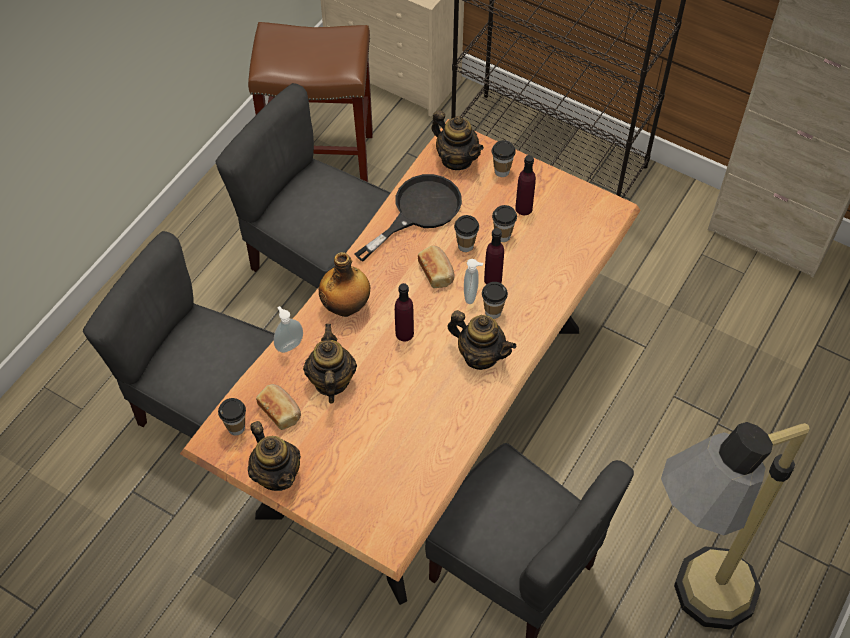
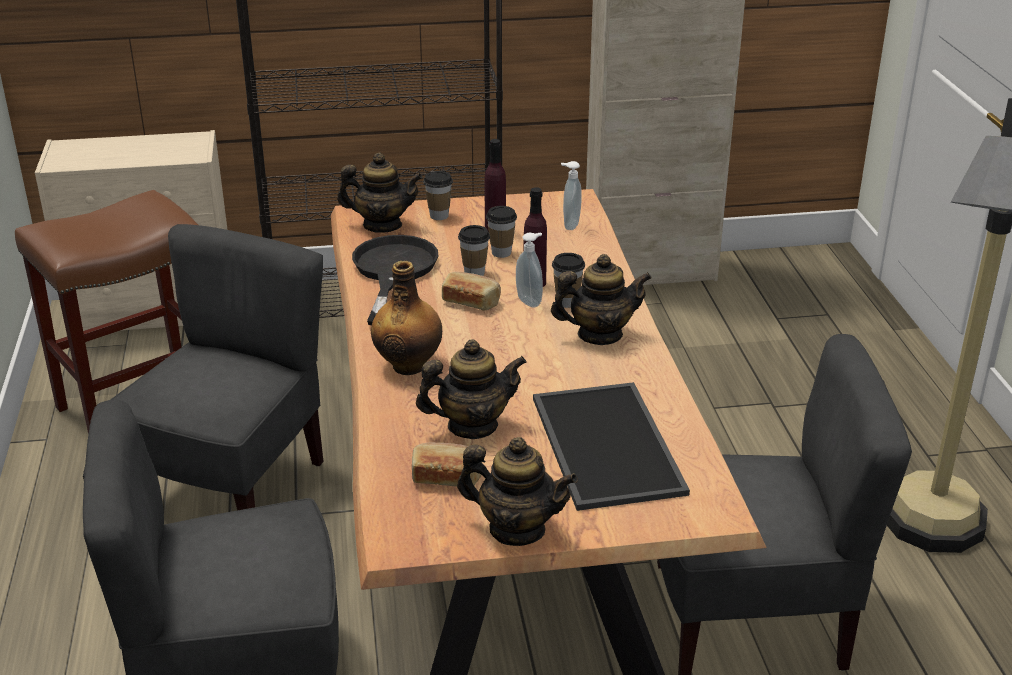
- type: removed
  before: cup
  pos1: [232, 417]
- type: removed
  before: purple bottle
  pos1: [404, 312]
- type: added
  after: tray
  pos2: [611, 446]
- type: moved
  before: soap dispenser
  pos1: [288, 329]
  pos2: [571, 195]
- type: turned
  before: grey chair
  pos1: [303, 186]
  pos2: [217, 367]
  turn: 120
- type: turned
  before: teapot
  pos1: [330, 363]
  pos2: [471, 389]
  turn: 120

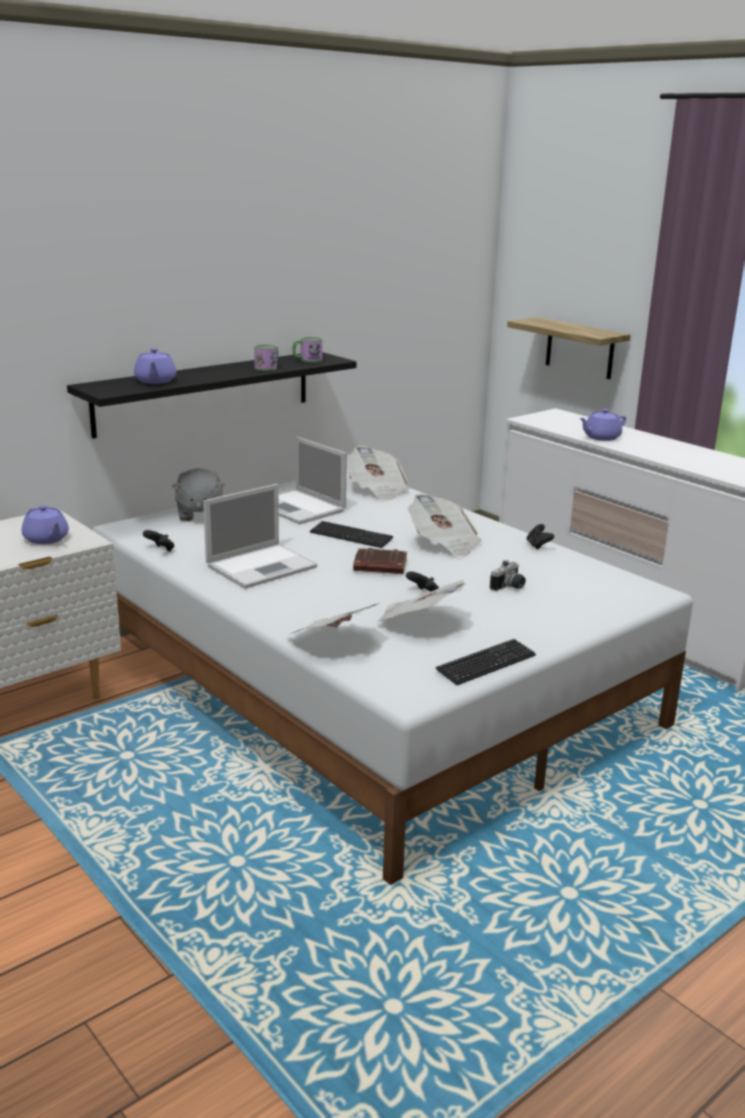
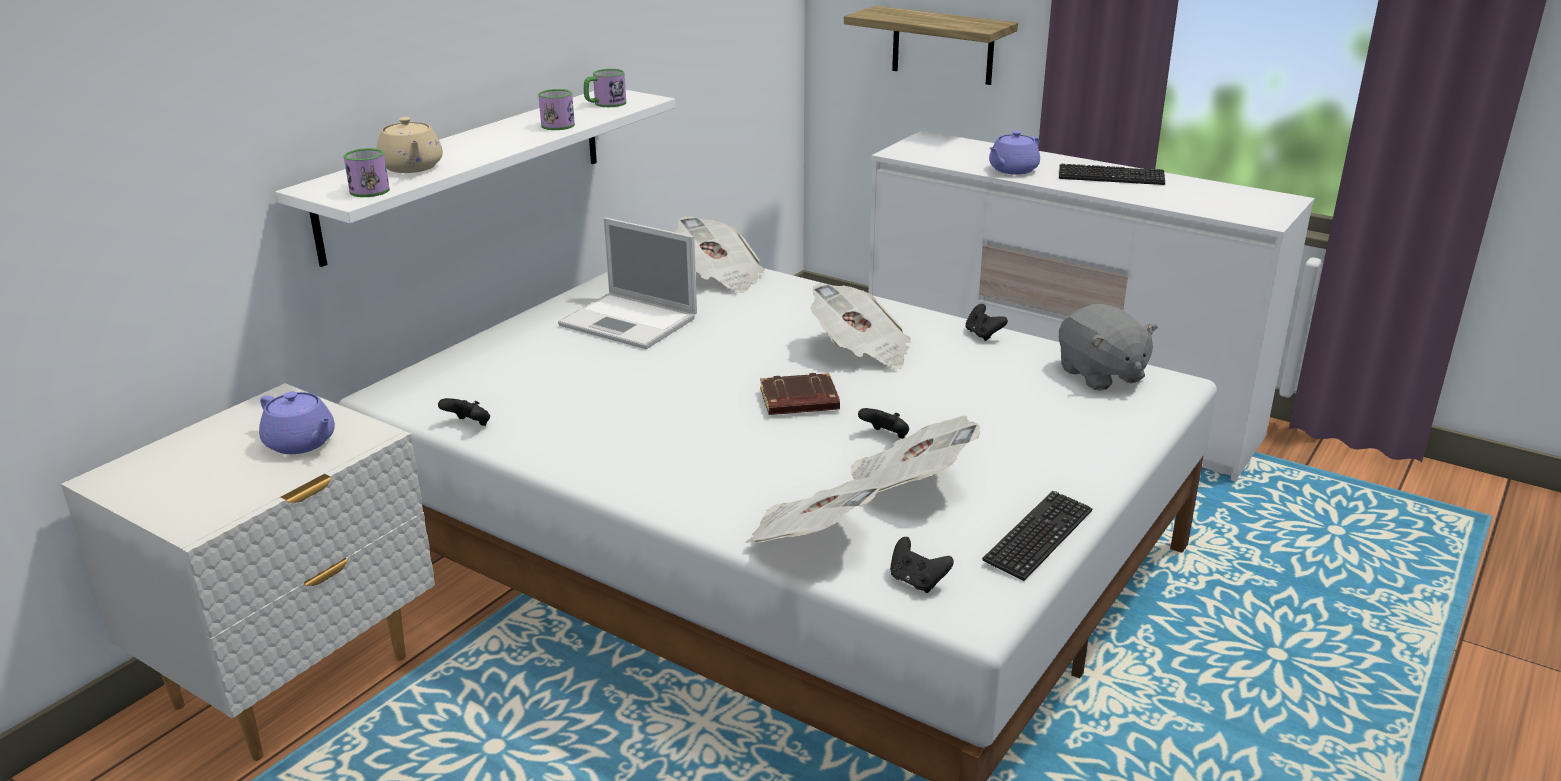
- type: removed
  before: laptop
  pos1: [260, 536]
- type: removed
  before: photo camera
  pos1: [508, 575]
- type: added
  after: mug
  pos2: [367, 172]
- type: added
  after: black game controller
  pos2: [922, 565]
- type: moved
  before: grey plush toy
  pos1: [198, 494]
  pos2: [1108, 347]
- type: moved
  before: keyboard
  pos1: [351, 534]
  pos2: [1112, 174]
- type: recoloured
  before: black shelf
  after: white shelf
  pos1: [212, 395]
  pos2: [475, 178]
- type: recoloured
  before: purple teapot
  after: beige teapot
  pos1: [155, 366]
  pos2: [409, 145]

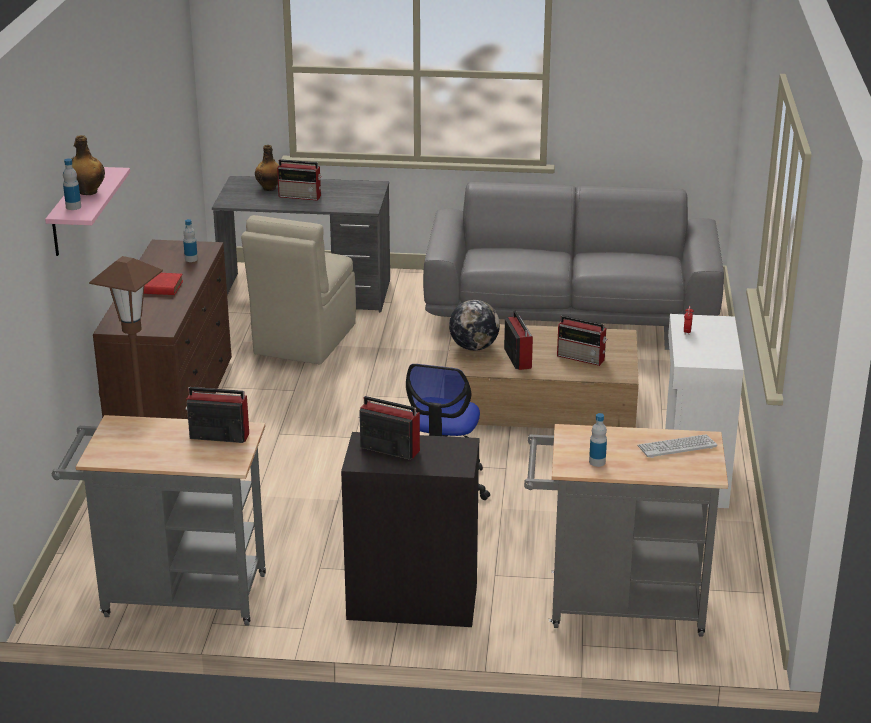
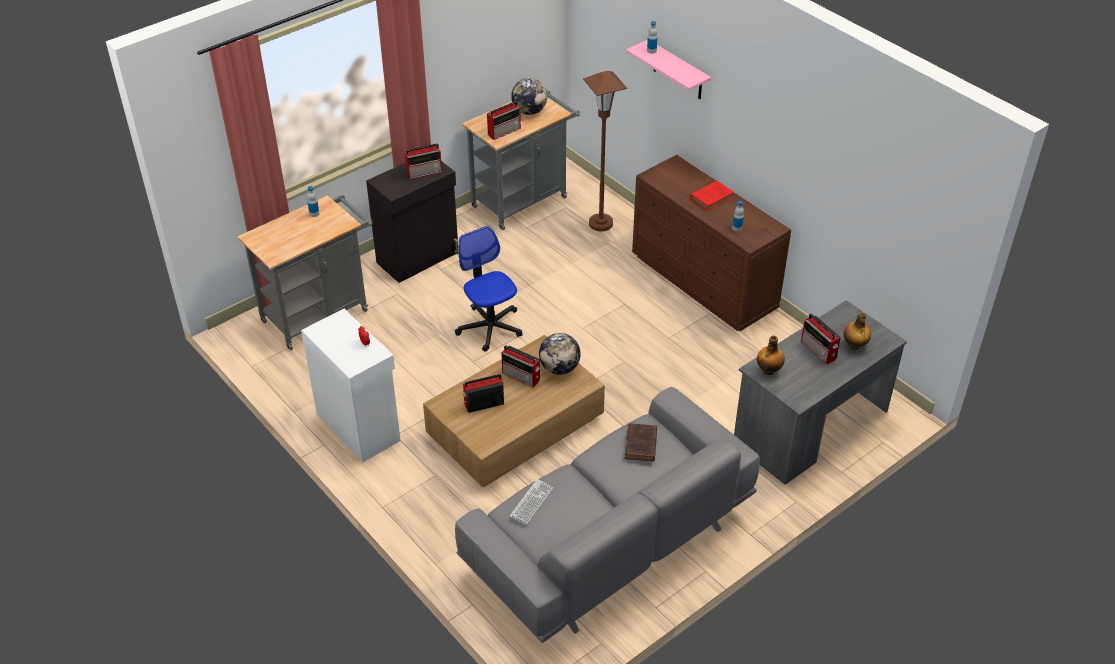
- type: removed
  before: beige chair
  pos1: [298, 290]
- type: added
  after: globe
  pos2: [529, 96]
- type: added
  after: brown book
  pos2: [641, 442]
- type: moved
  before: bottle
  pos1: [88, 165]
  pos2: [771, 355]
- type: moved
  before: keyboard
  pos1: [677, 446]
  pos2: [531, 502]
- type: turned
  before: radio
  pos1: [299, 180]
  pos2: [821, 338]
  turn: -90

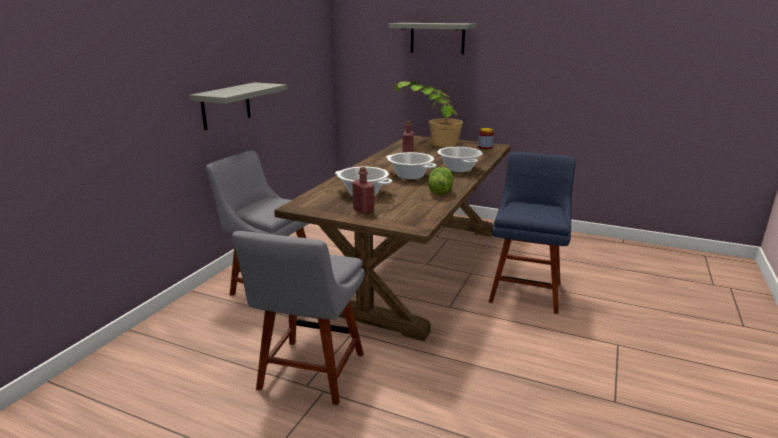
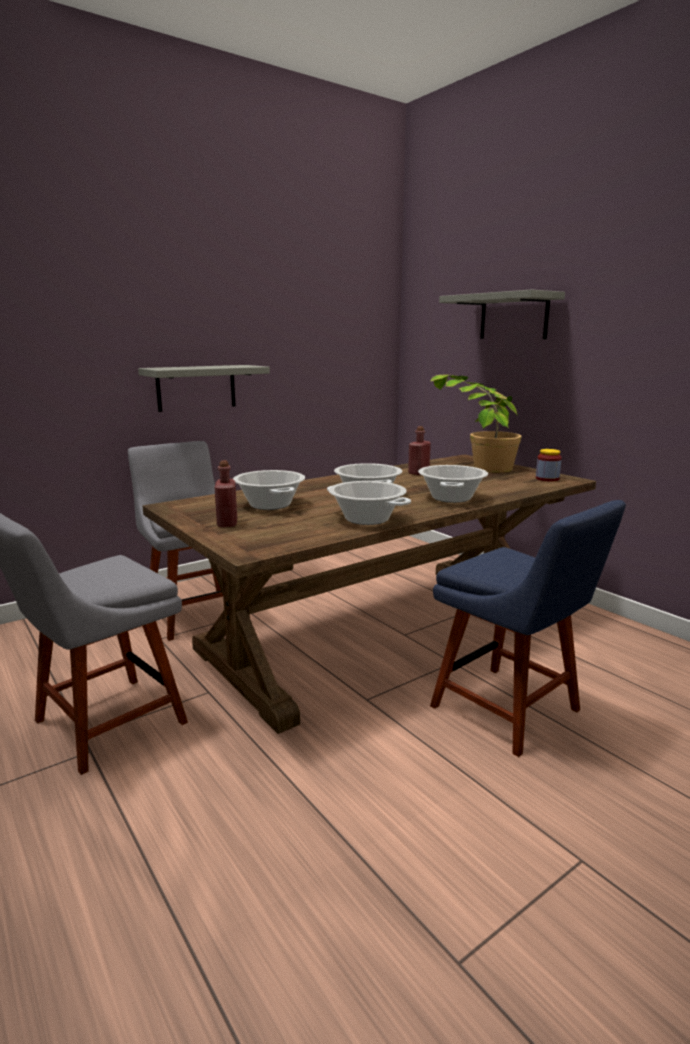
- type: replaced
  before: lettuce
  after: cooking pot
  pos1: [441, 181]
  pos2: [369, 503]
- type: turned
  before: blue chair
  pos1: [532, 233]
  pos2: [528, 628]
  turn: 90

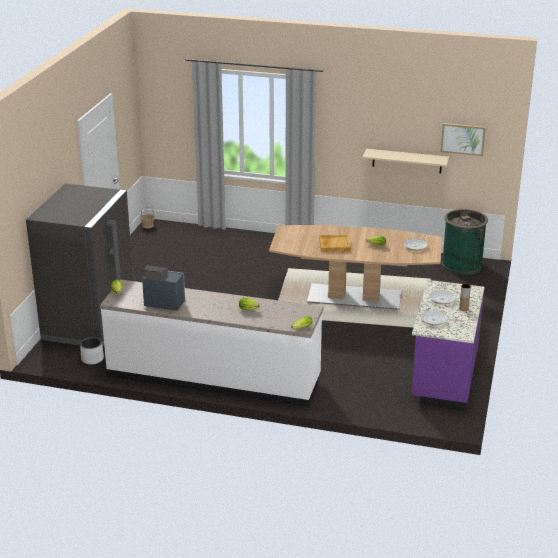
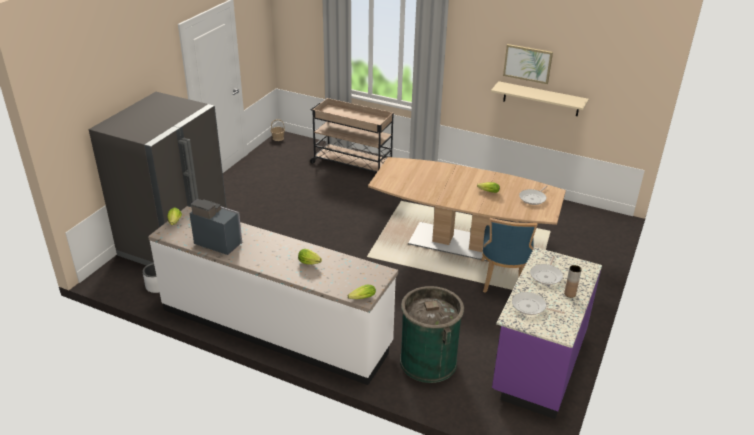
- type: removed
  before: beige tray
  pos1: [335, 243]
- type: added
  after: beige cart
  pos2: [351, 135]
- type: added
  after: blue chair
  pos2: [509, 255]
- type: moved
  before: picture
  pos1: [463, 139]
  pos2: [528, 64]
- type: moved
  before: green trash can
  pos1: [465, 242]
  pos2: [432, 334]

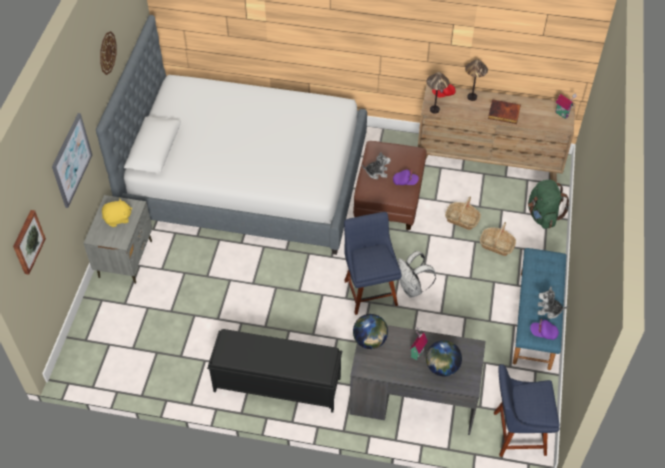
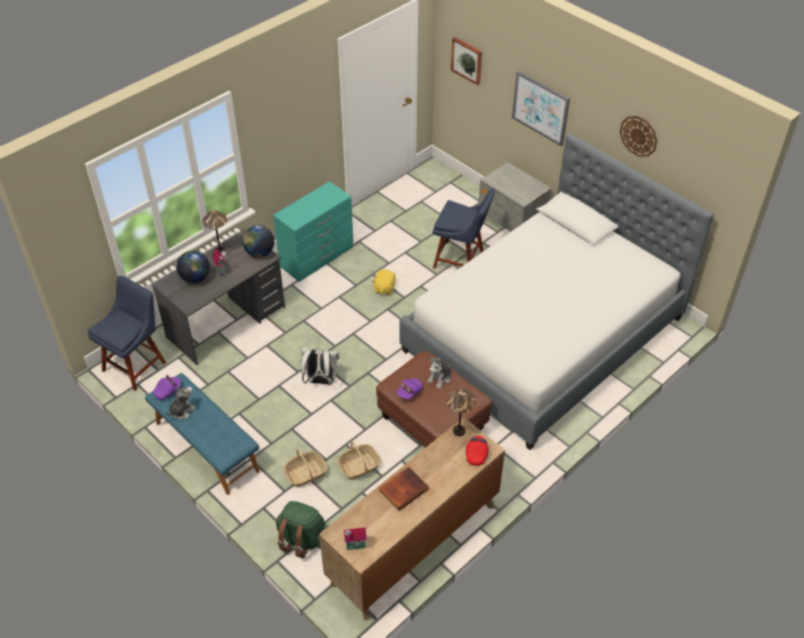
- type: moved
  before: yellow plush toy
  pos1: [117, 212]
  pos2: [384, 282]
- type: moved
  before: blue chair
  pos1: [373, 263]
  pos2: [464, 228]
- type: moved
  before: table lamp
  pos1: [476, 80]
  pos2: [214, 231]
- type: replaced
  before: black bench
  after: turquoise dresser
  pos1: [274, 371]
  pos2: [313, 231]

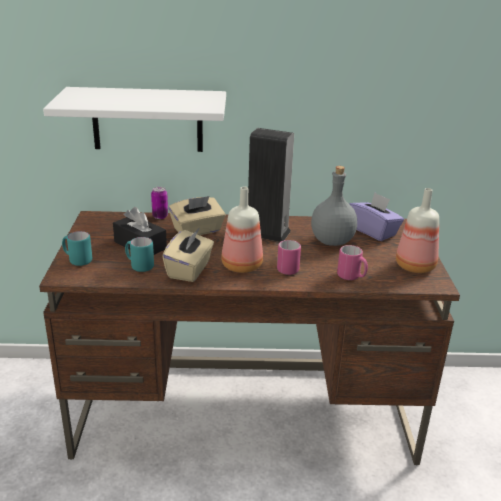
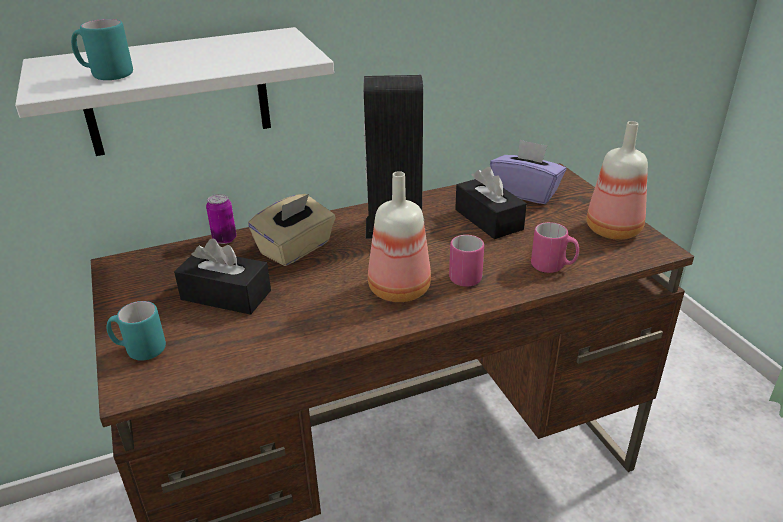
- type: removed
  before: beige tissue box
  pos1: [188, 255]
- type: moved
  before: turquoise mug
  pos1: [139, 254]
  pos2: [102, 49]
- type: replaced
  before: grey bottle
  after: black tissue box
  pos1: [334, 206]
  pos2: [491, 203]

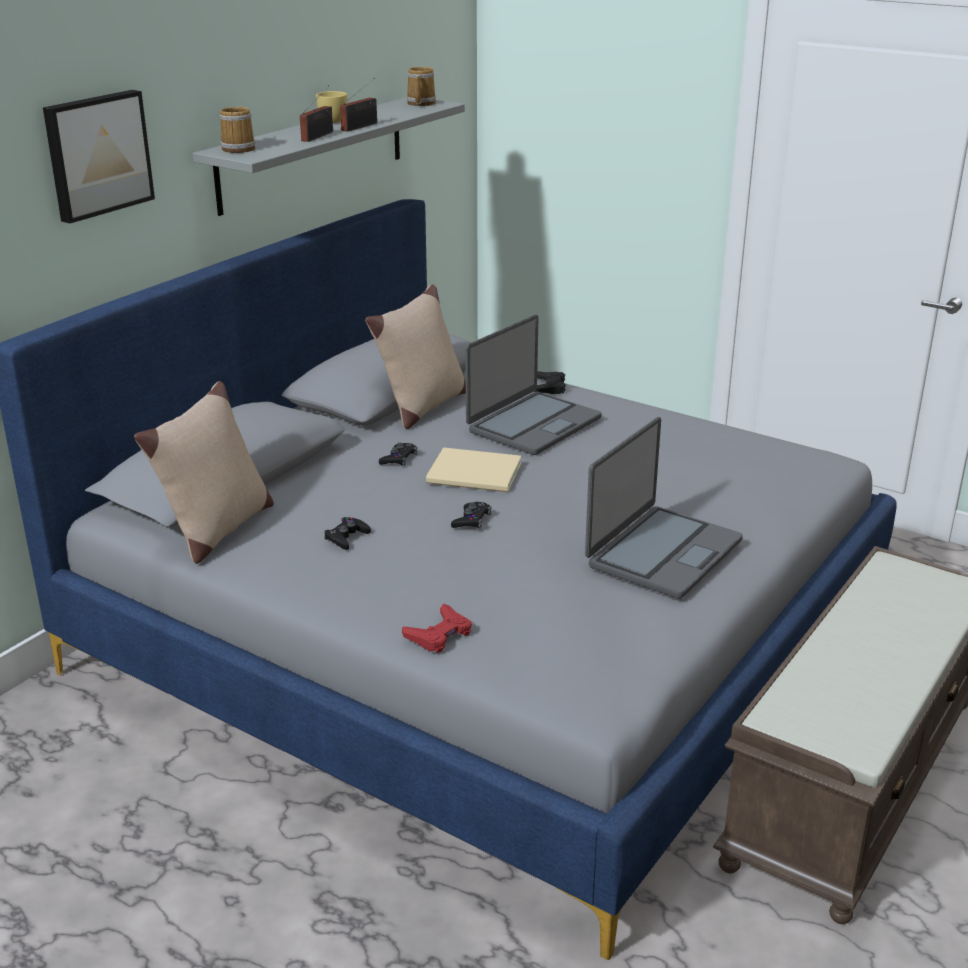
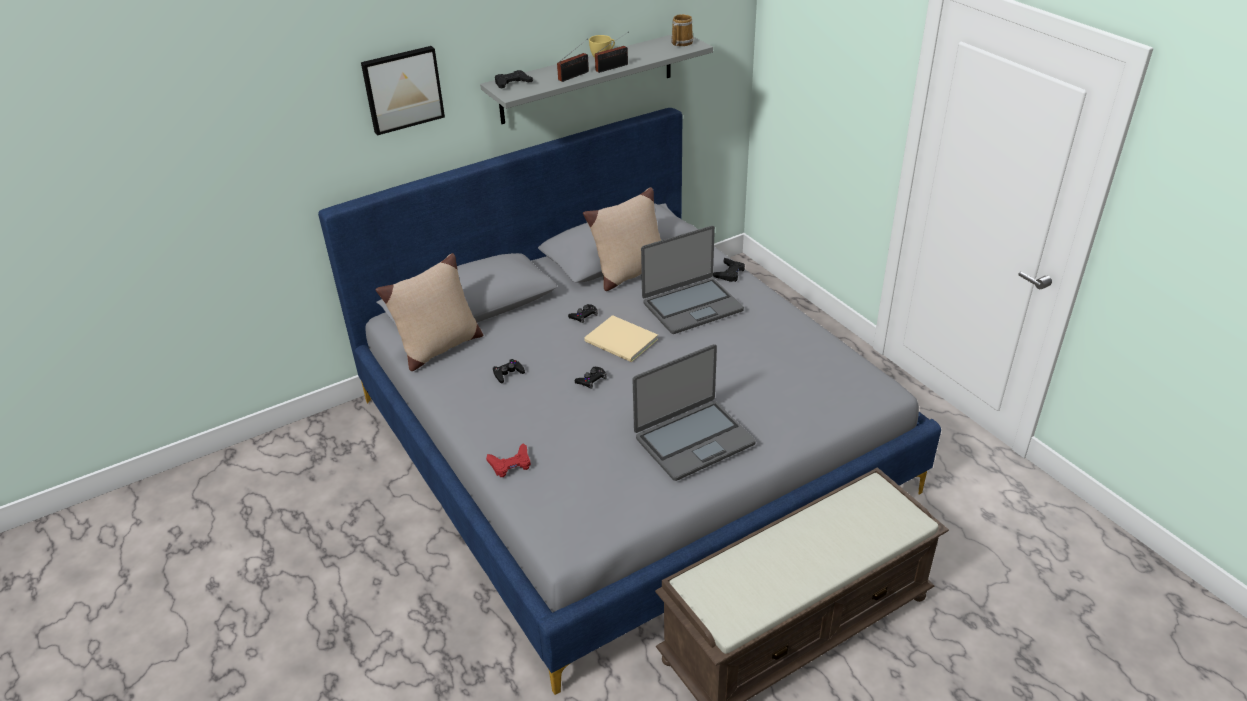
- type: replaced
  before: mug
  after: black game controller
  pos1: [237, 130]
  pos2: [514, 79]

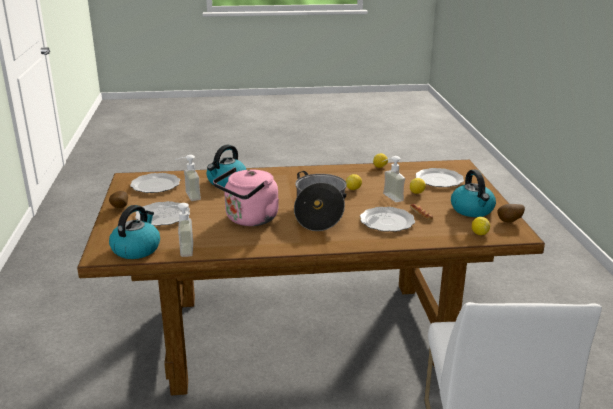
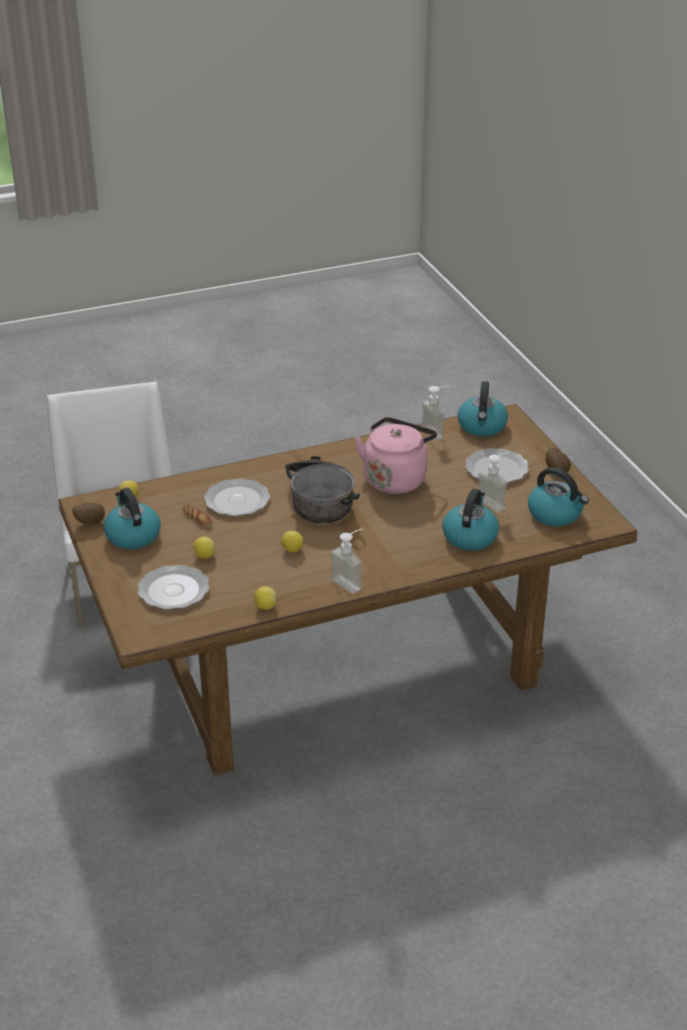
- type: moved
  before: soap dispenser
  pos1: [394, 179]
  pos2: [347, 561]
- type: replaced
  before: plate
  after: kettle
  pos1: [155, 183]
  pos2: [558, 496]

